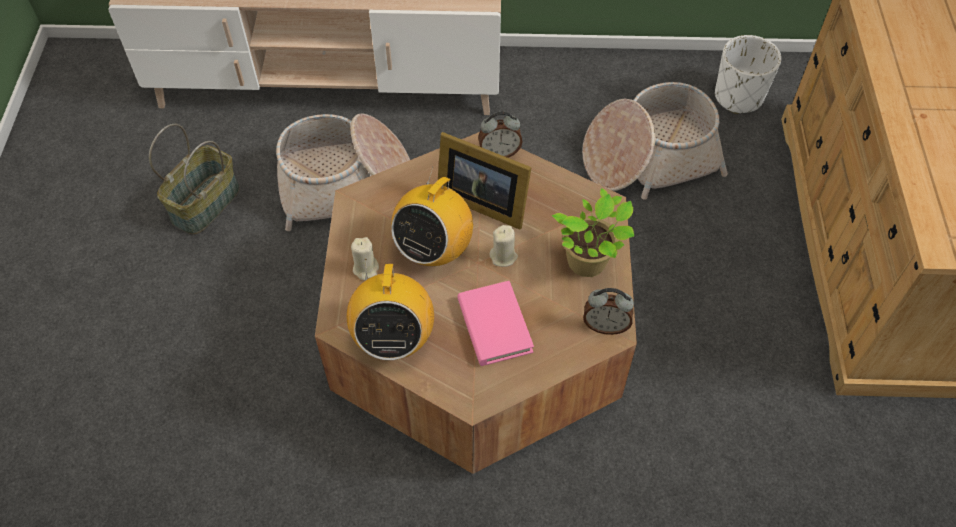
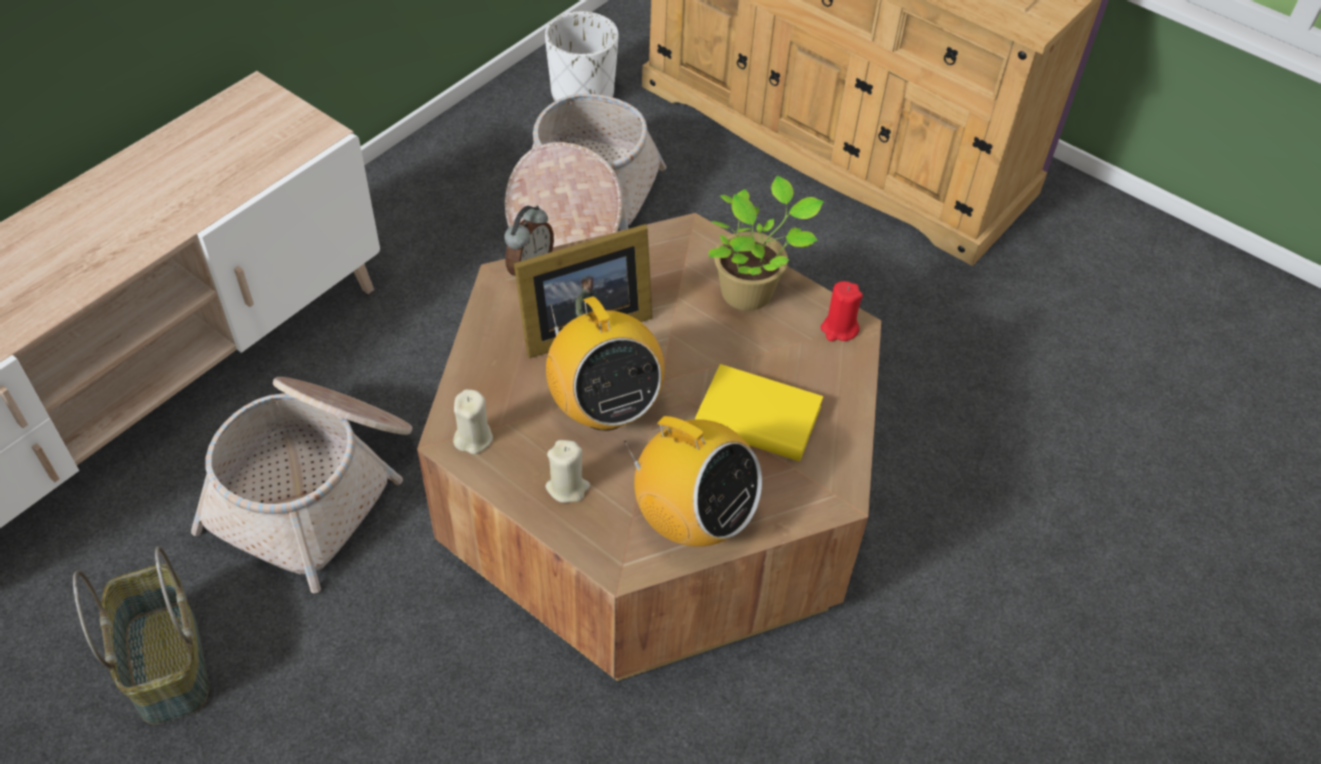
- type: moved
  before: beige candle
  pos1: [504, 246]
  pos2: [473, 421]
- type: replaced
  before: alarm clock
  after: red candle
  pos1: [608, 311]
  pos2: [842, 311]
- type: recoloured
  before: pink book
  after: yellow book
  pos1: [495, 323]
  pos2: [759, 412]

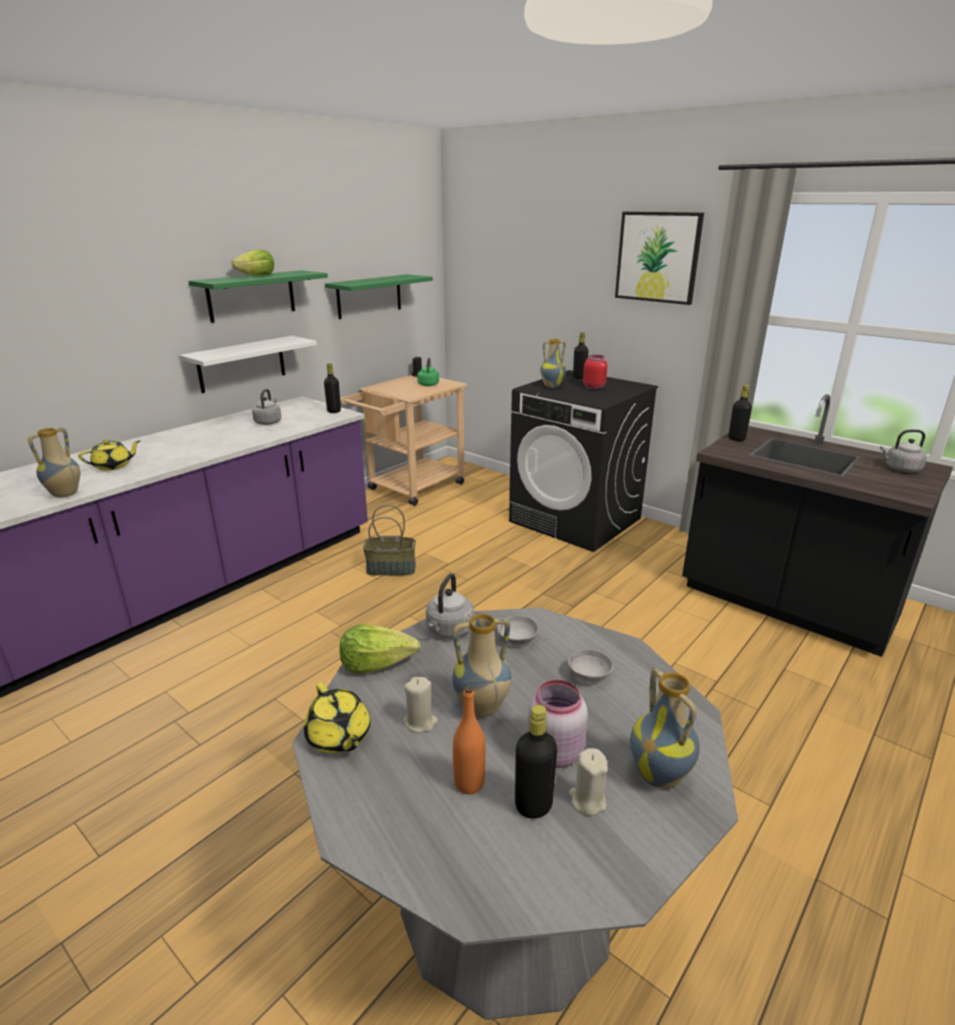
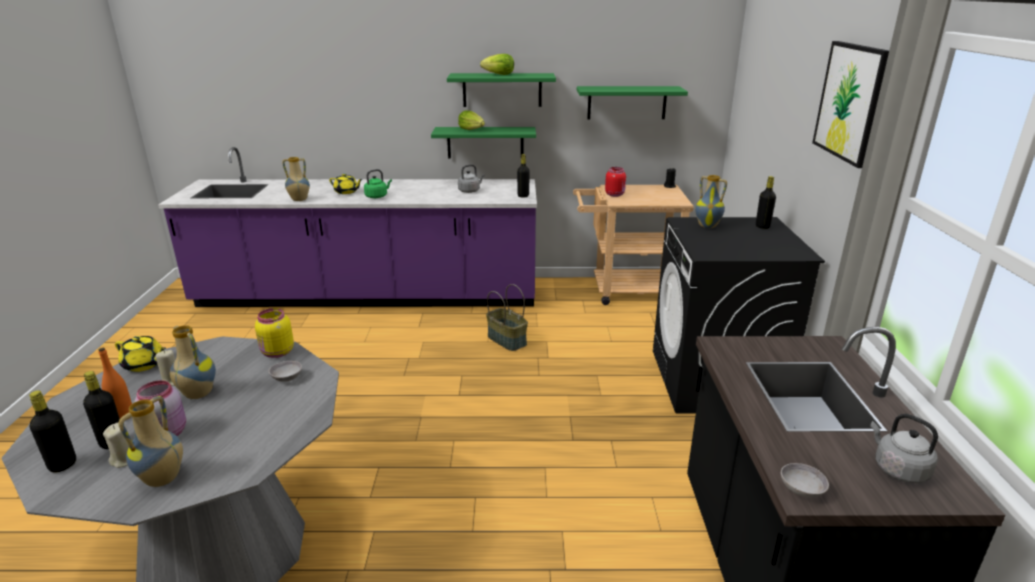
- type: moved
  before: lettuce
  pos1: [380, 648]
  pos2: [471, 120]
- type: moved
  before: green kettle
  pos1: [428, 372]
  pos2: [378, 183]
- type: moved
  before: grey bowl
  pos1: [590, 665]
  pos2: [805, 480]
- type: moved
  before: red jar
  pos1: [595, 372]
  pos2: [615, 182]
- type: moved
  before: black bottle
  pos1: [740, 413]
  pos2: [52, 431]
- type: replaced
  before: grey kettle
  after: yellow jar
  pos1: [450, 605]
  pos2: [274, 333]
- type: recoloured
  before: white shelf
  after: green shelf
  pos1: [248, 364]
  pos2: [483, 142]
- type: turned
  before: yellow teapot
  pos1: [337, 718]
  pos2: [140, 354]
  turn: -90

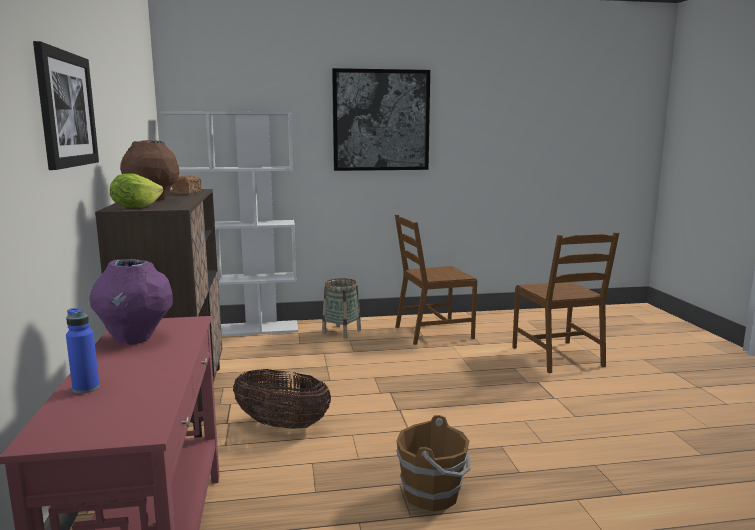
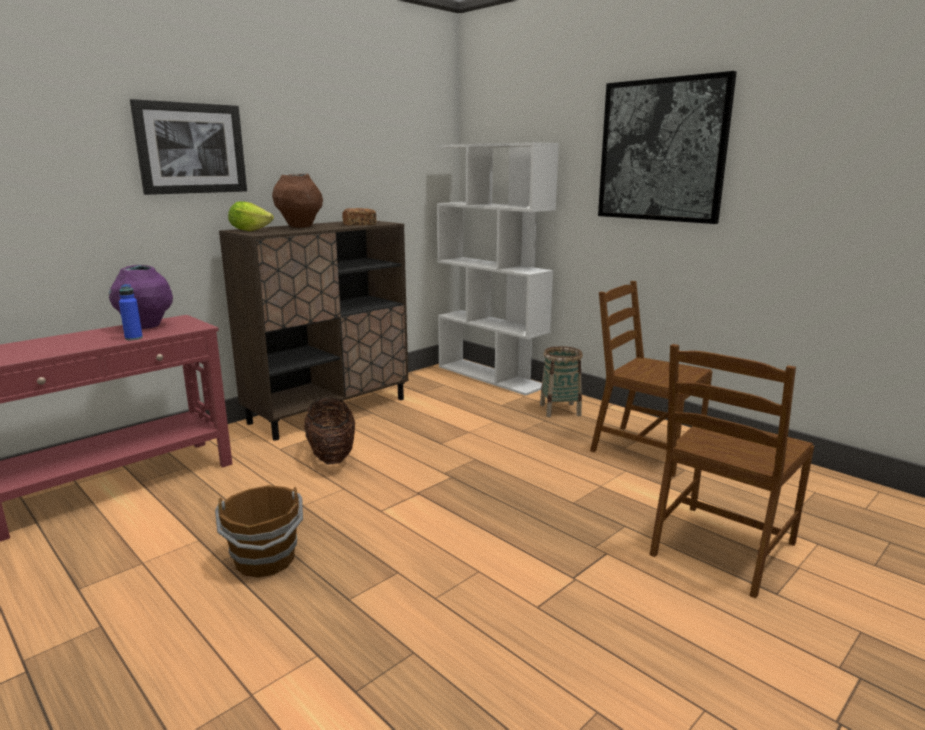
- type: moved
  before: blue bottle
  pos1: [83, 351]
  pos2: [131, 312]

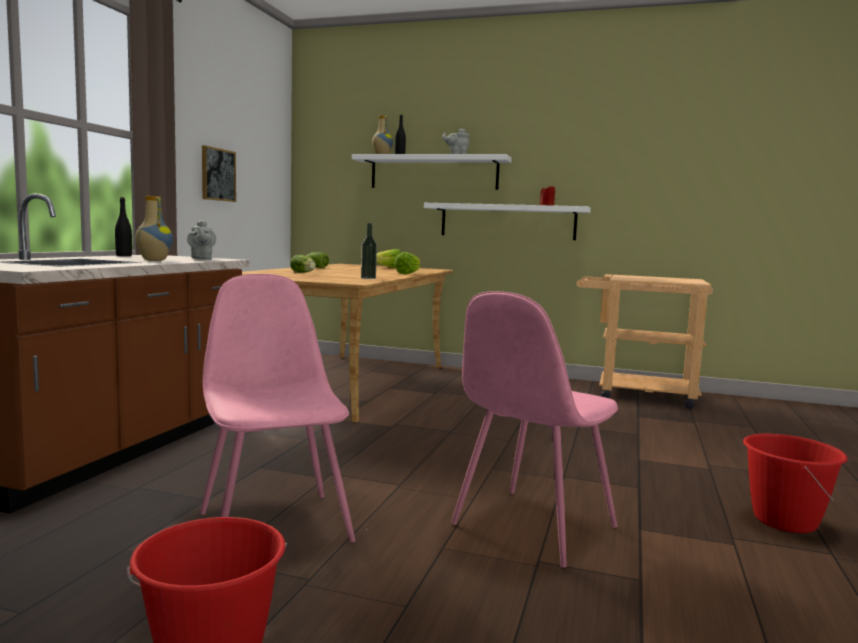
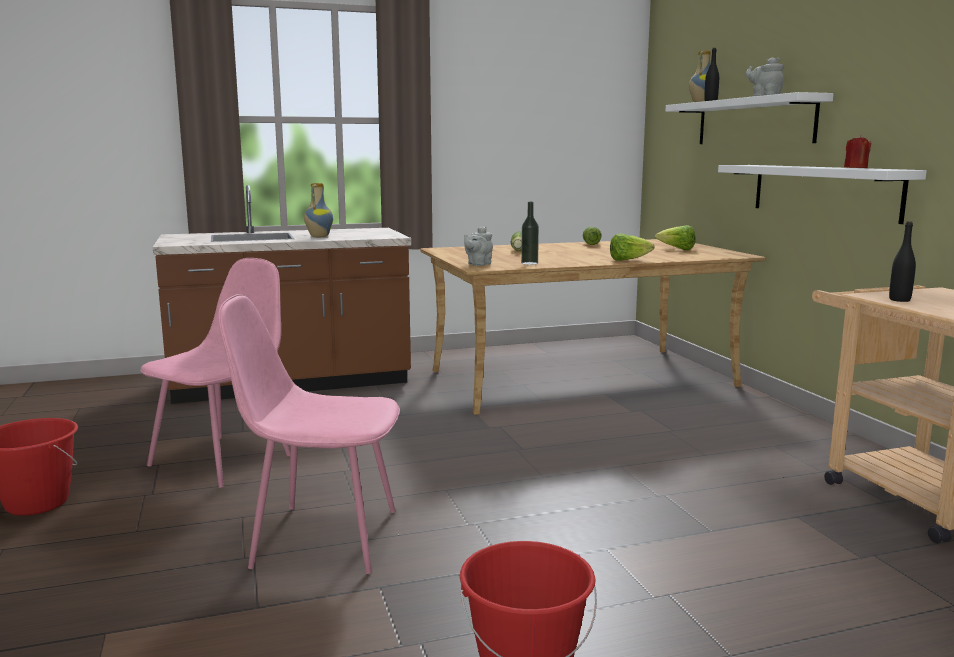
- type: removed
  before: picture
  pos1: [219, 173]
- type: moved
  before: black bottle
  pos1: [123, 226]
  pos2: [902, 261]
- type: moved
  before: grey teapot
  pos1: [201, 240]
  pos2: [478, 246]

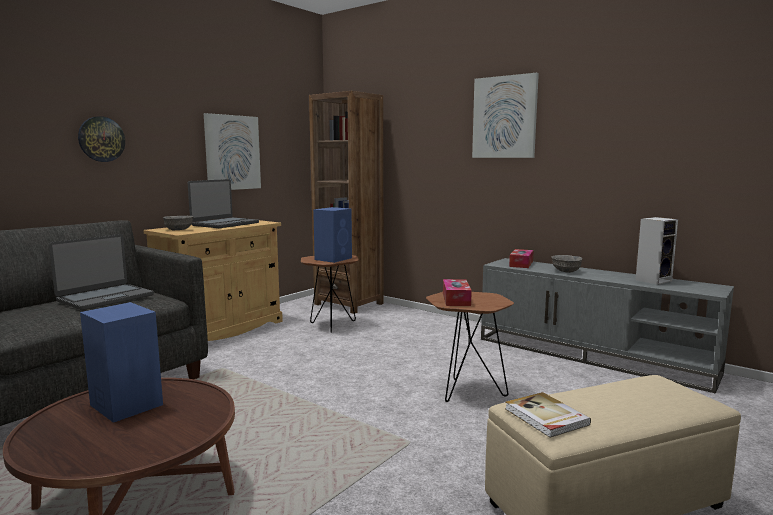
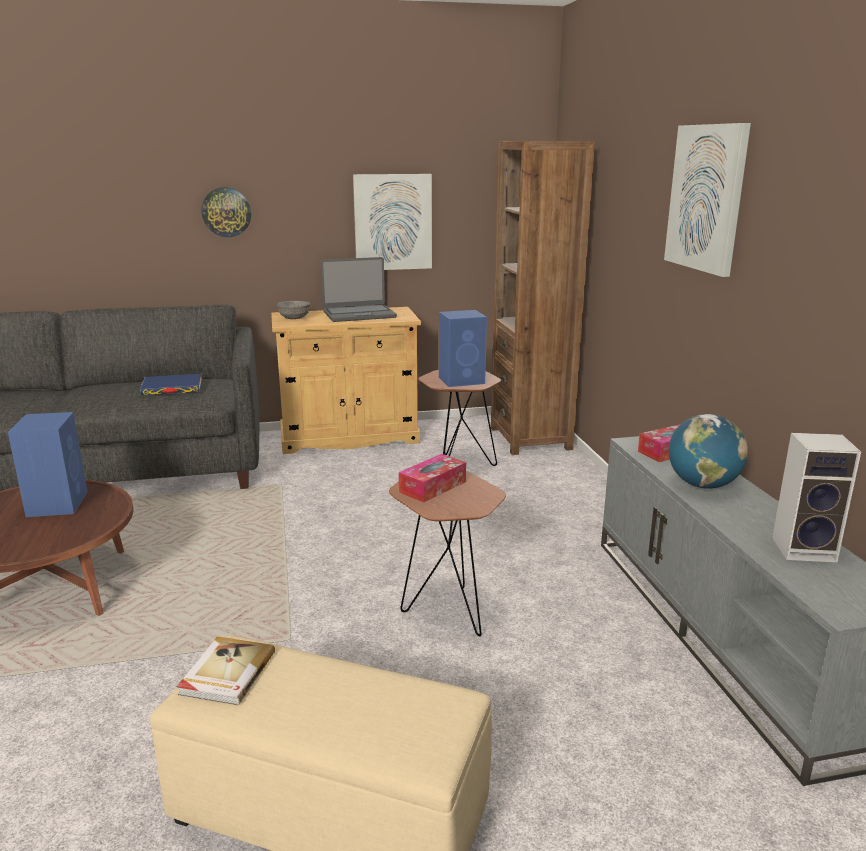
- type: replaced
  before: laptop
  after: blue book
  pos1: [101, 272]
  pos2: [171, 384]
- type: replaced
  before: grey bowl
  after: globe
  pos1: [566, 264]
  pos2: [708, 451]

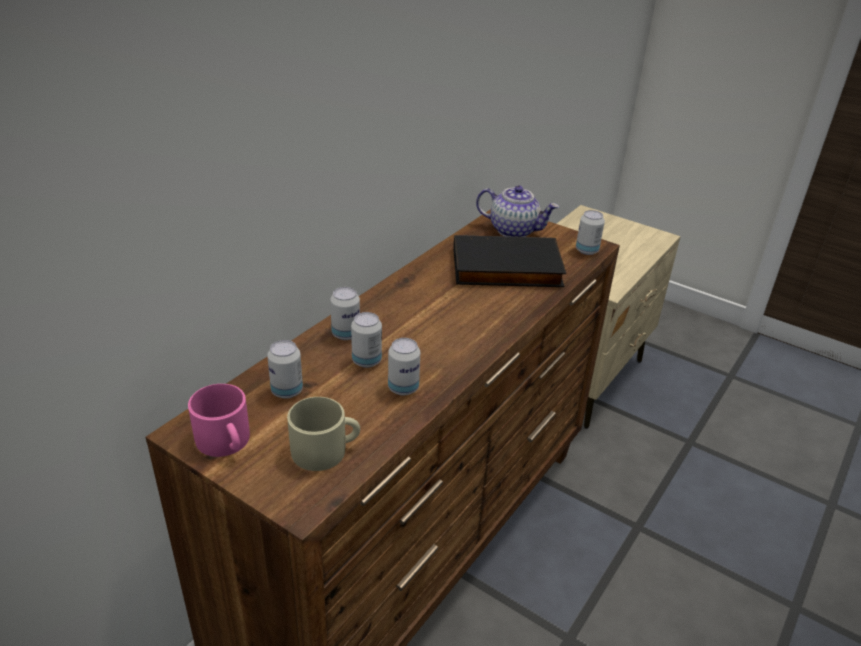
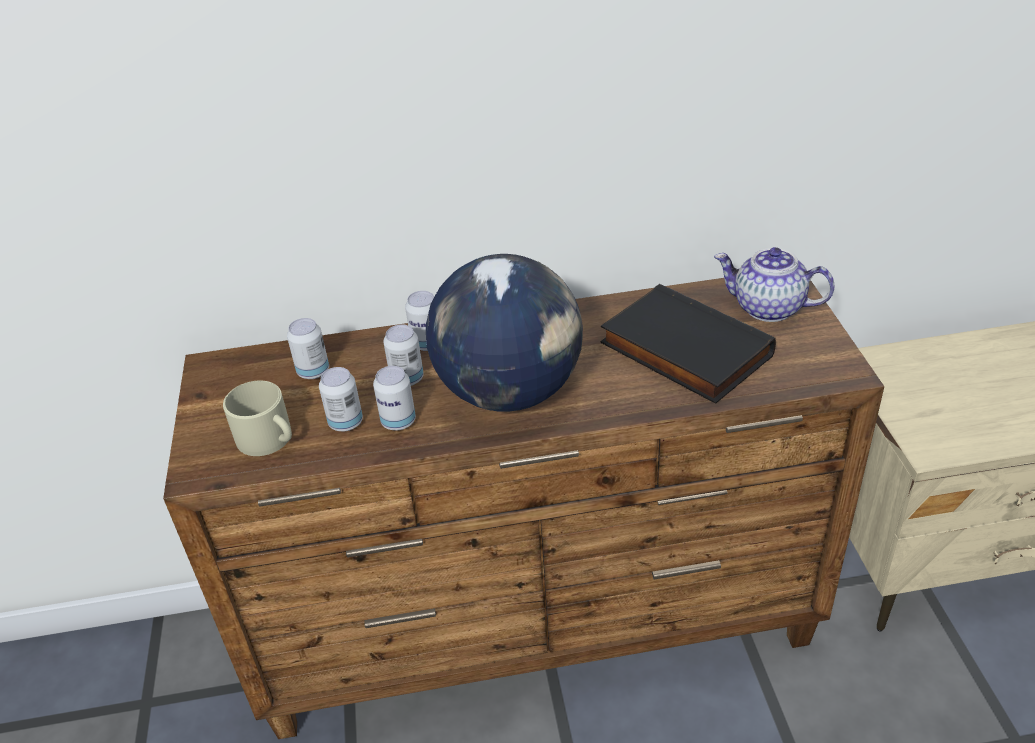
- type: removed
  before: pink mug
  pos1: [219, 420]
- type: added
  after: globe
  pos2: [504, 333]
- type: moved
  before: can
  pos1: [590, 232]
  pos2: [341, 399]
- type: turned
  before: teapot
  pos1: [517, 211]
  pos2: [774, 284]
  turn: 135

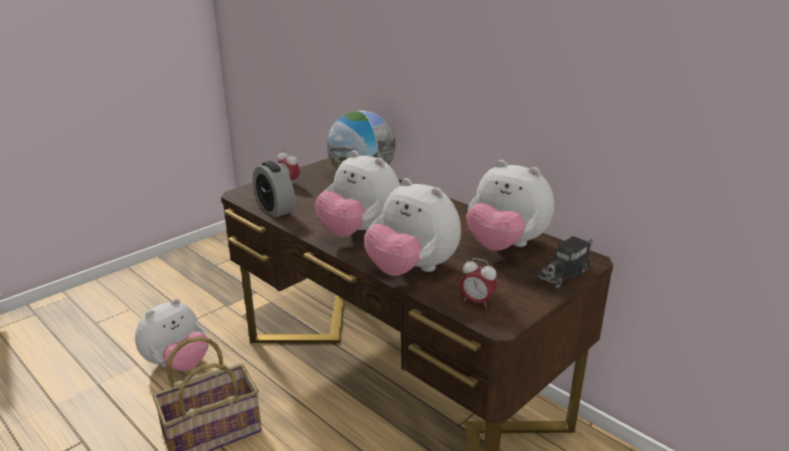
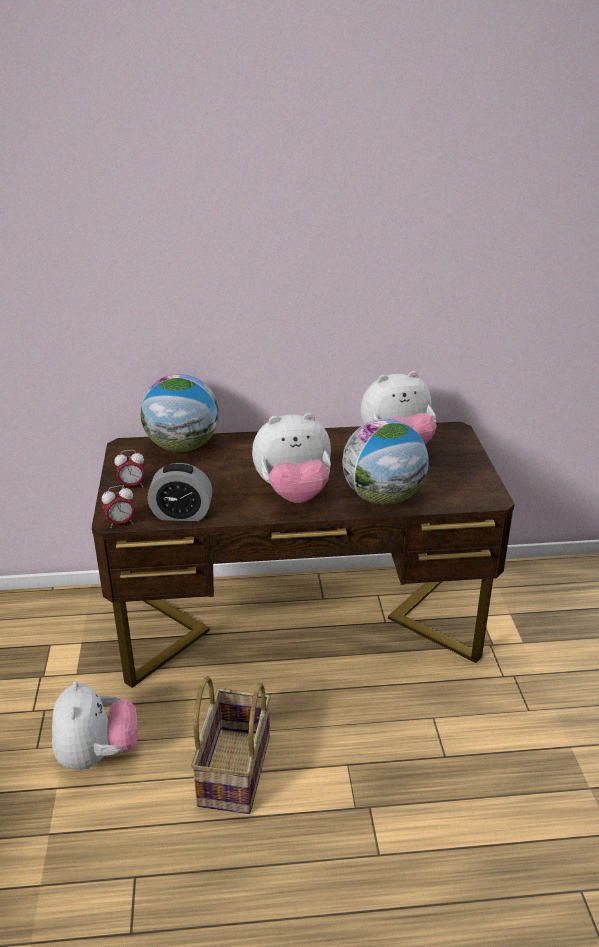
- type: removed
  before: toy truck
  pos1: [564, 263]
- type: moved
  before: alarm clock
  pos1: [478, 283]
  pos2: [118, 506]
- type: replaced
  before: plush toy
  after: globe
  pos1: [412, 227]
  pos2: [385, 462]

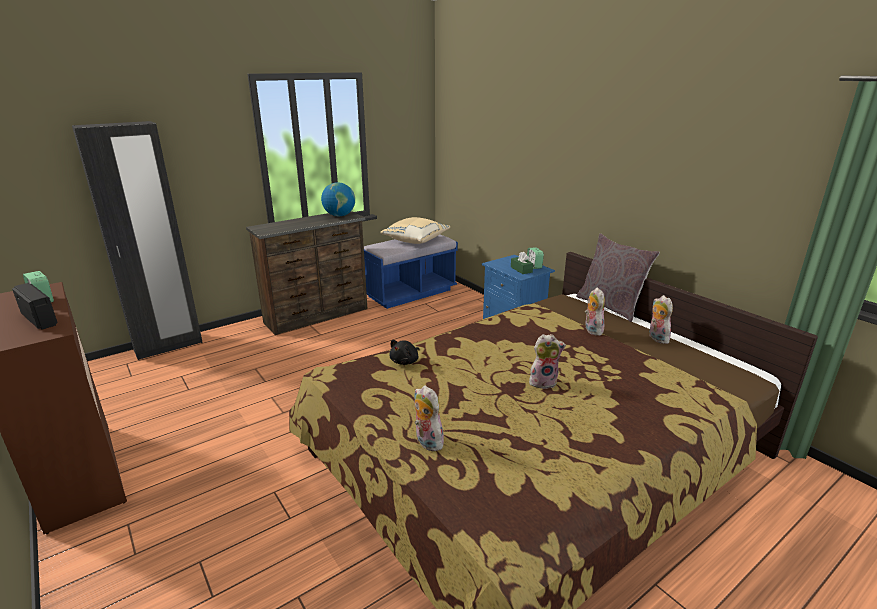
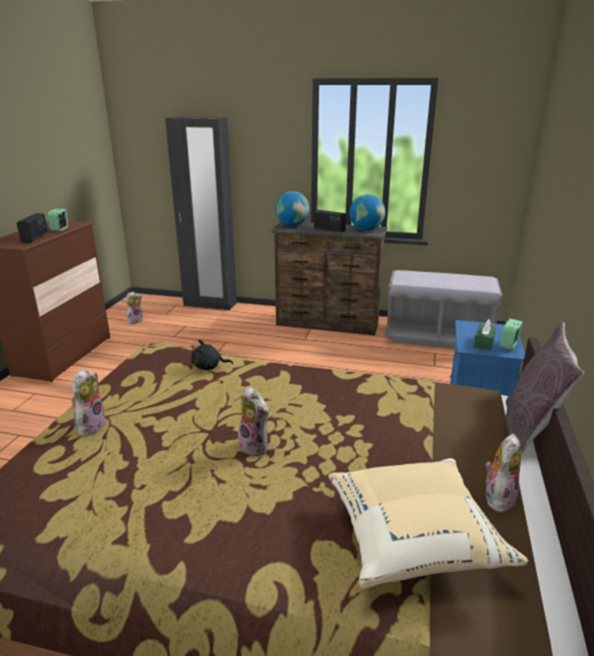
- type: added
  after: globe
  pos2: [292, 208]
- type: added
  after: radio
  pos2: [330, 221]
- type: moved
  before: beige pillow
  pos1: [415, 230]
  pos2: [428, 523]
- type: moved
  before: plush toy
  pos1: [595, 311]
  pos2: [134, 308]
- type: recoloured
  before: blue bench
  after: grey bench
  pos1: [411, 271]
  pos2: [444, 309]

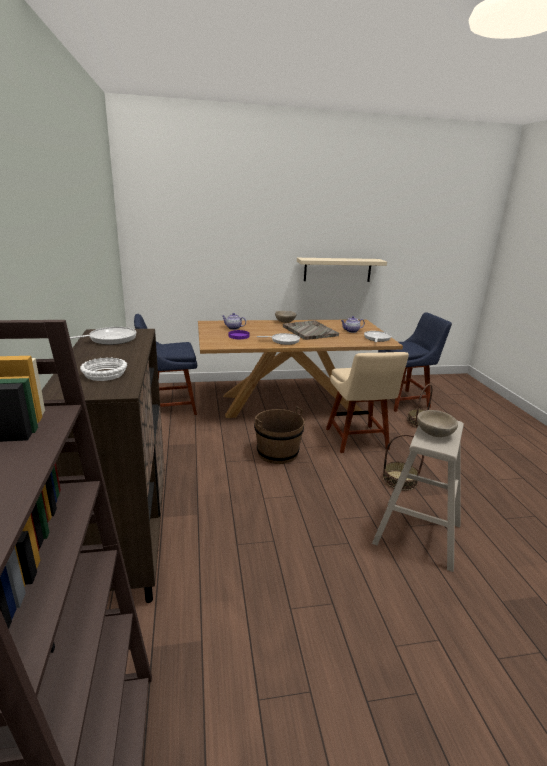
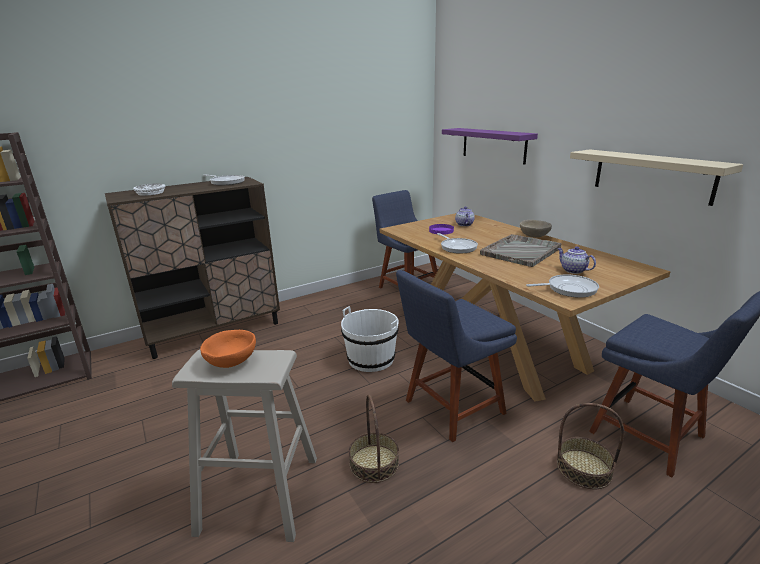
- type: added
  after: purple shelf
  pos2: [490, 146]
- type: recoloured
  before: brown bucket
  after: white bucket
  pos1: [279, 435]
  pos2: [370, 339]
- type: recoloured
  before: beige chair
  after: blue chair
  pos1: [367, 402]
  pos2: [456, 356]
- type: recoloured
  before: beige bowl
  after: orange bowl
  pos1: [437, 423]
  pos2: [228, 349]

